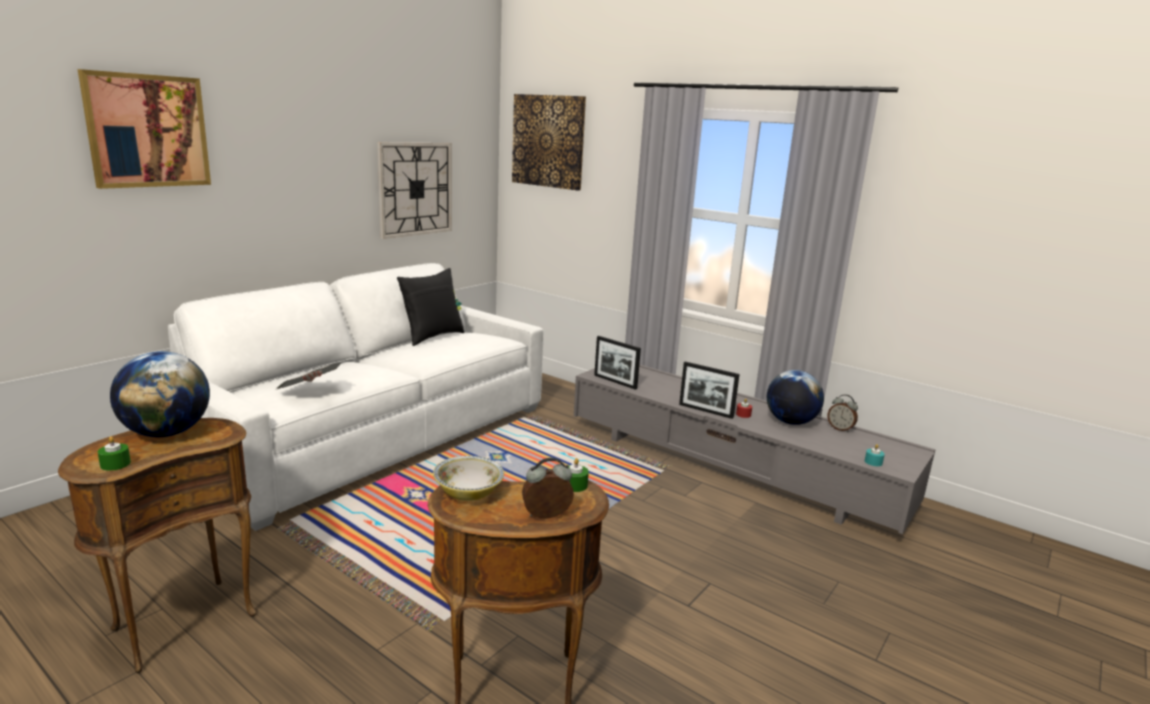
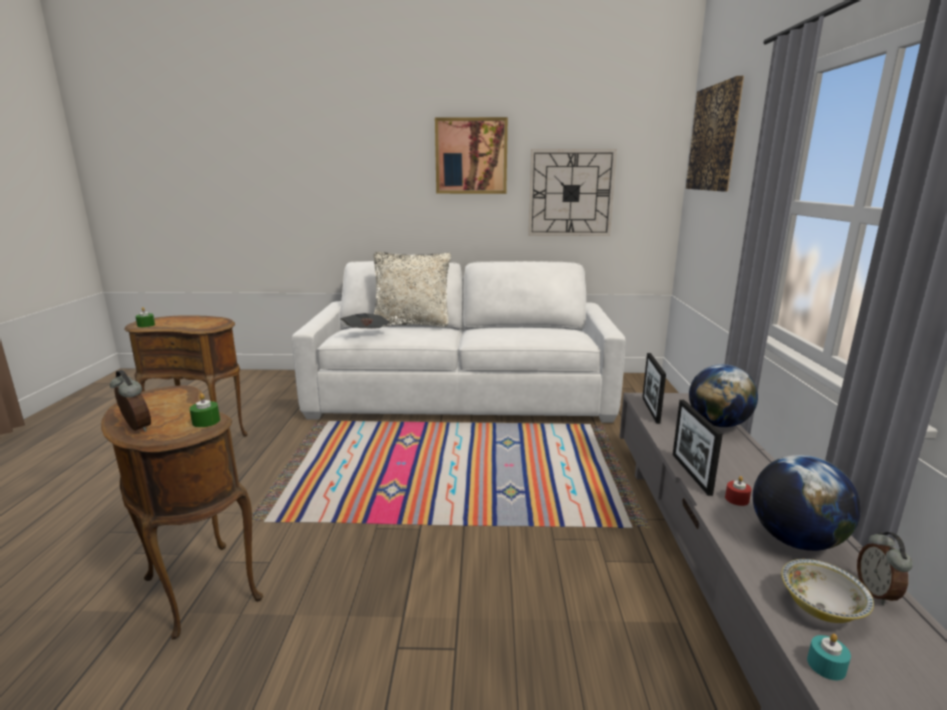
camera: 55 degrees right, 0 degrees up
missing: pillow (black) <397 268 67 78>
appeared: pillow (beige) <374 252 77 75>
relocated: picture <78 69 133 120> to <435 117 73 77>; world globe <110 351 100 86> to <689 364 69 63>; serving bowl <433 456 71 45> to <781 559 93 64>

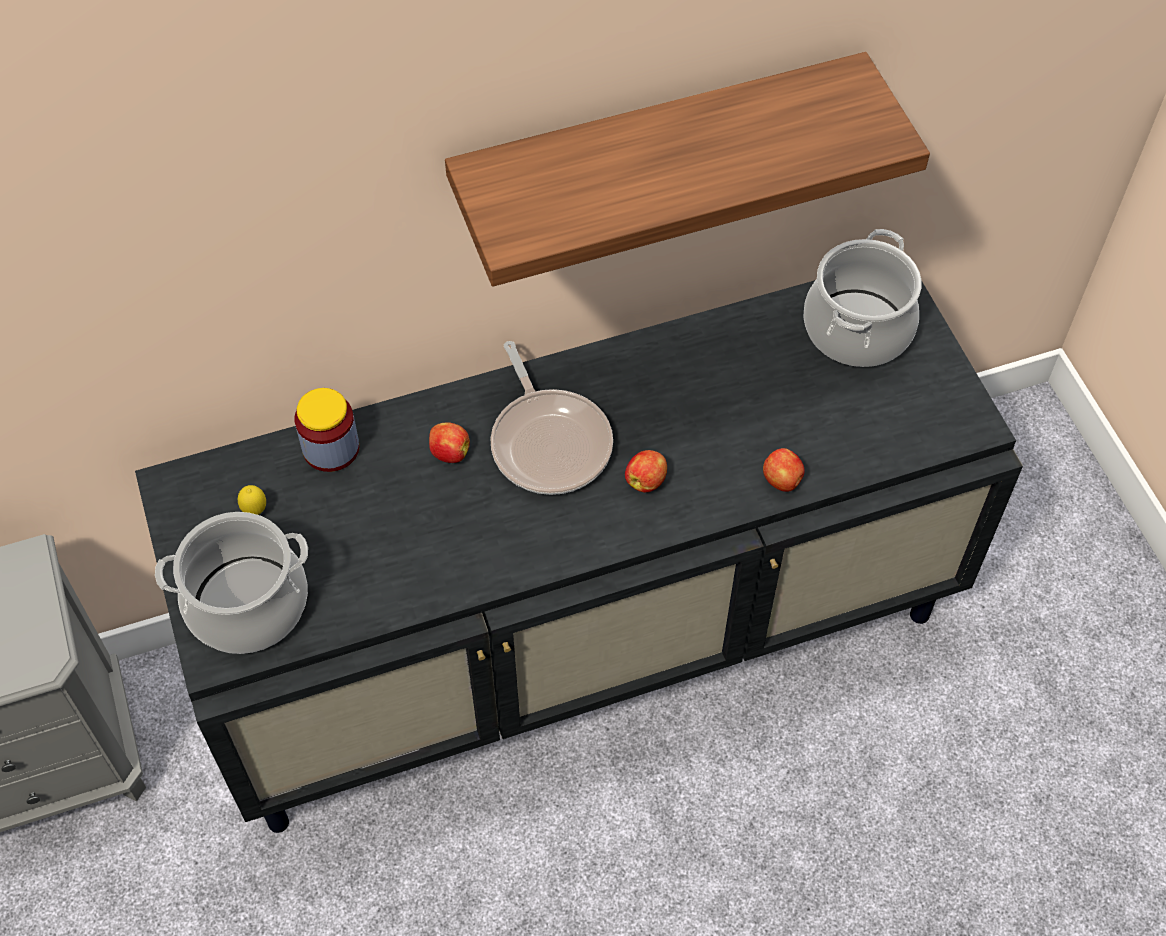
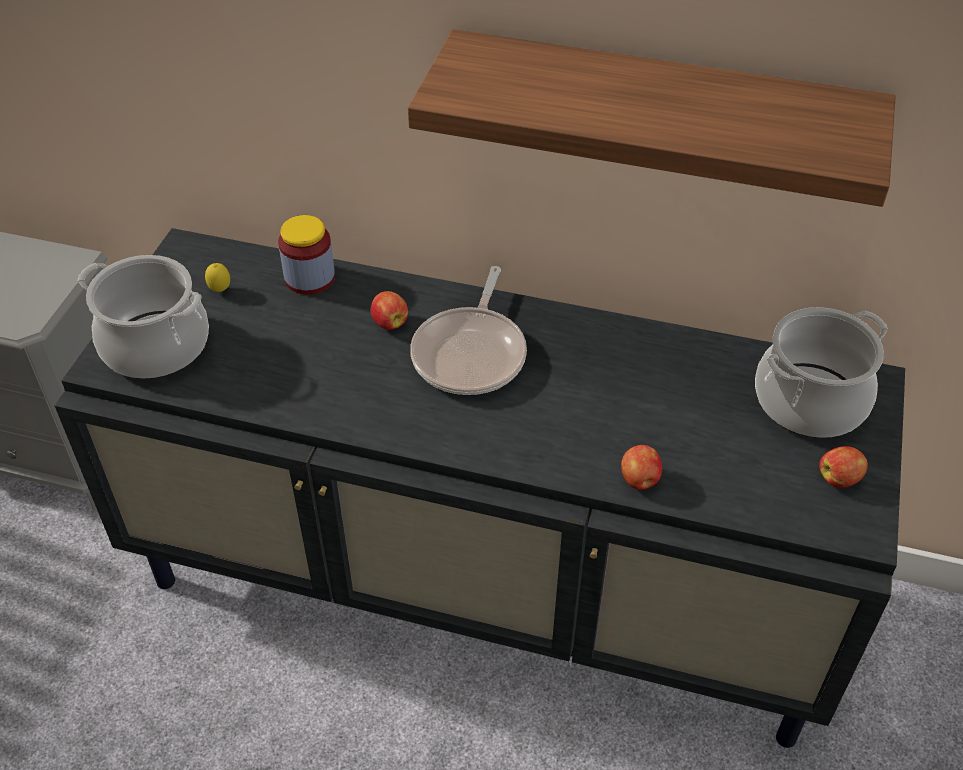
camera: 35 degrees right, 10 degrees down
relocated: whole apple <625 450 42 43> to <819 446 49 42>

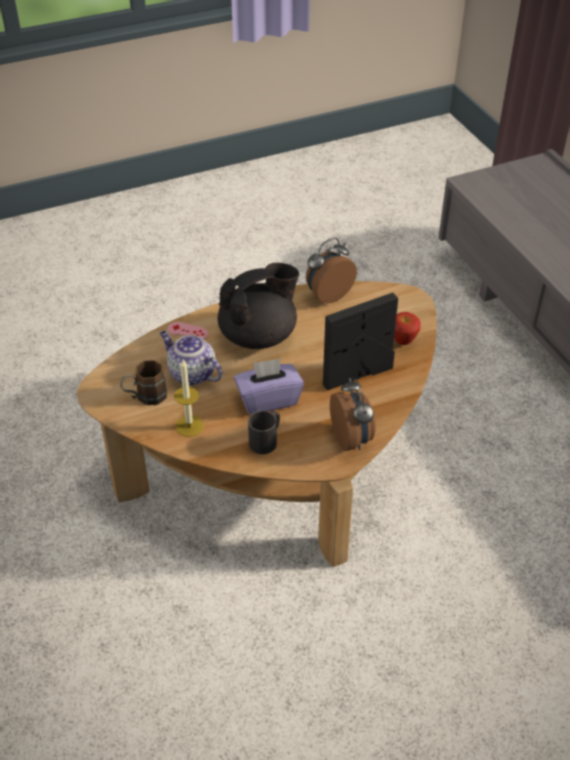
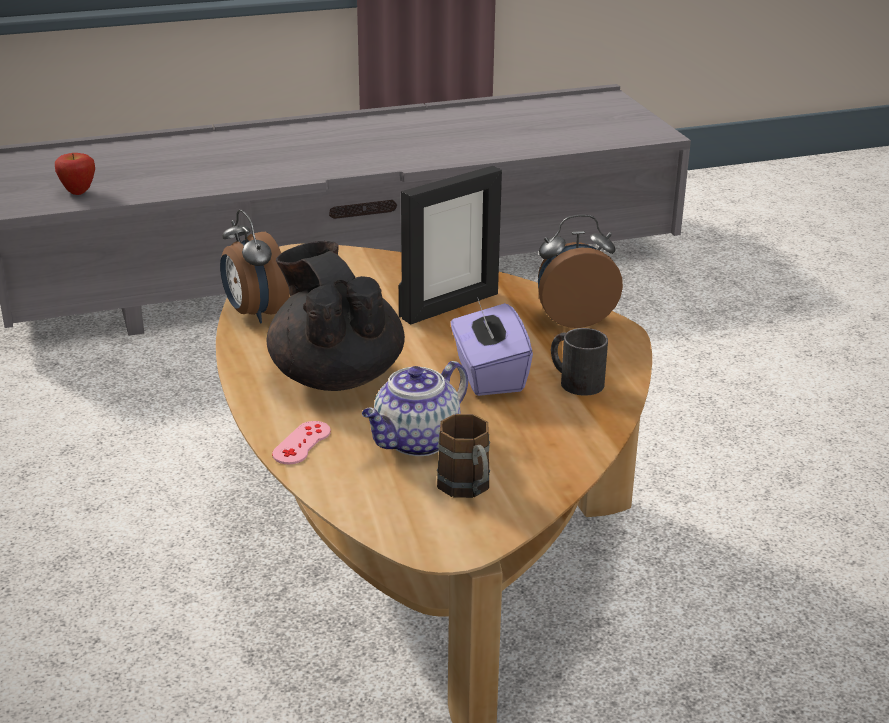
camera: 85 degrees left, 15 degrees down
missing: wax light <174 360 30 77>
relocated: whole apple <394 312 27 33> to <55 153 40 42>
spun: picture frame <323 293 75 98> = <399 166 103 159> 105 degrees counterclockwise

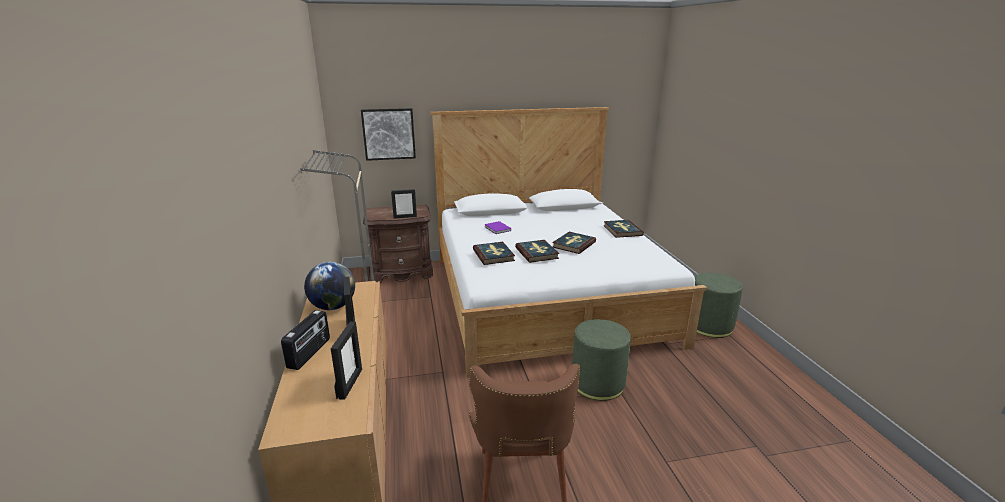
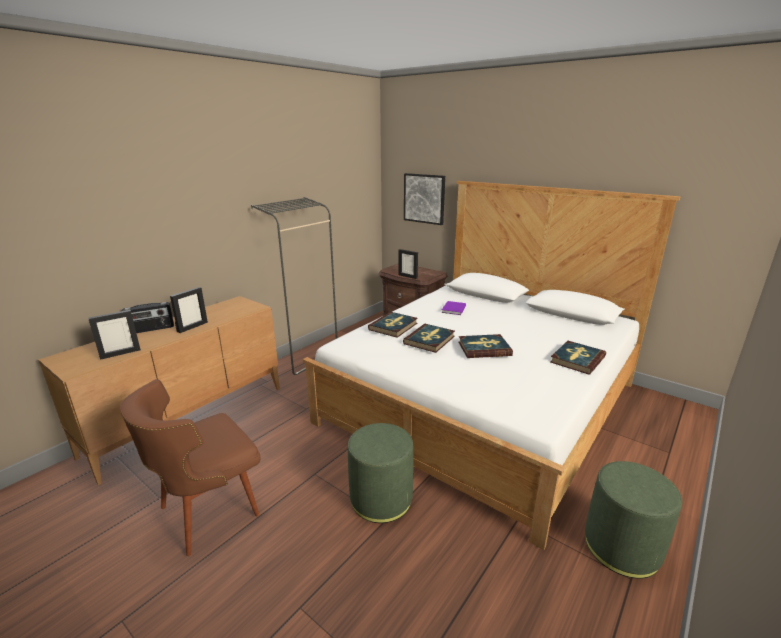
camera: 50 degrees right, 0 degrees up
missing: world globe <304 262 51 48>

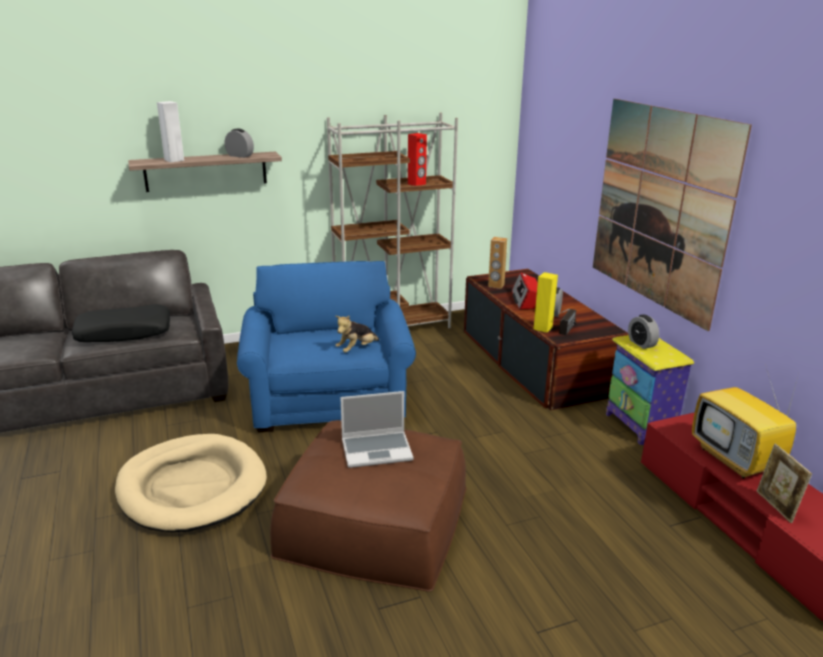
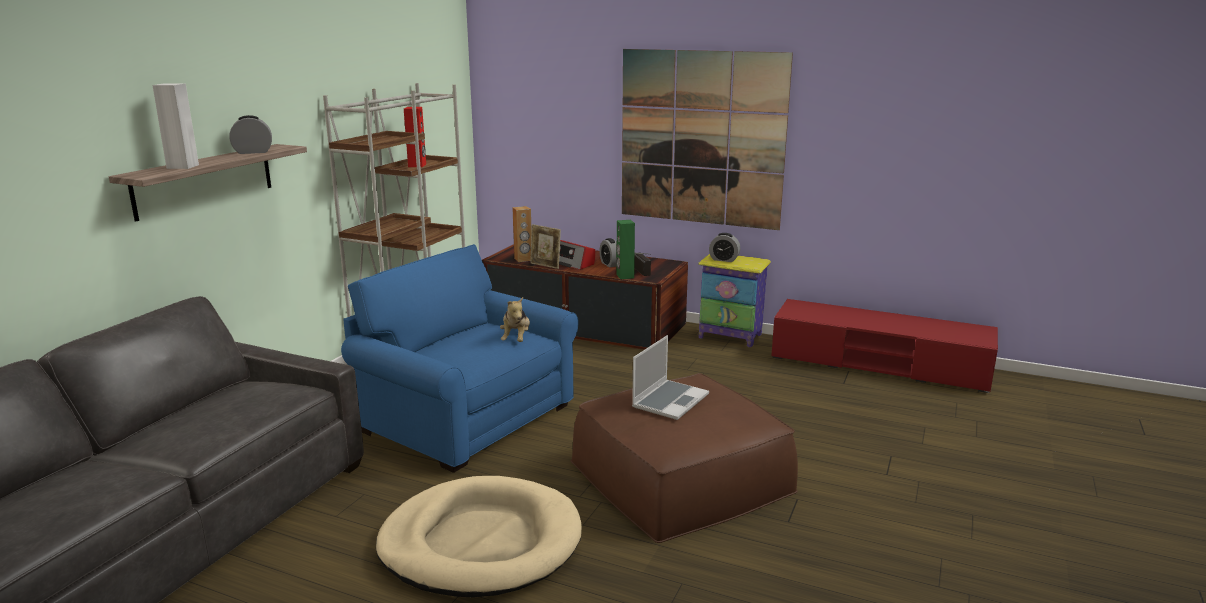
camera: 45 degrees left, 5 degrees down
missing: pillow (black) <72 304 98 38>; TV set <692 364 106 114>
relocated: picture frame <757 444 55 79> to <530 224 31 45>
colour: speaker (yellowish) <533 272 25 61> to speaker (green-coloured) <616 220 19 59>

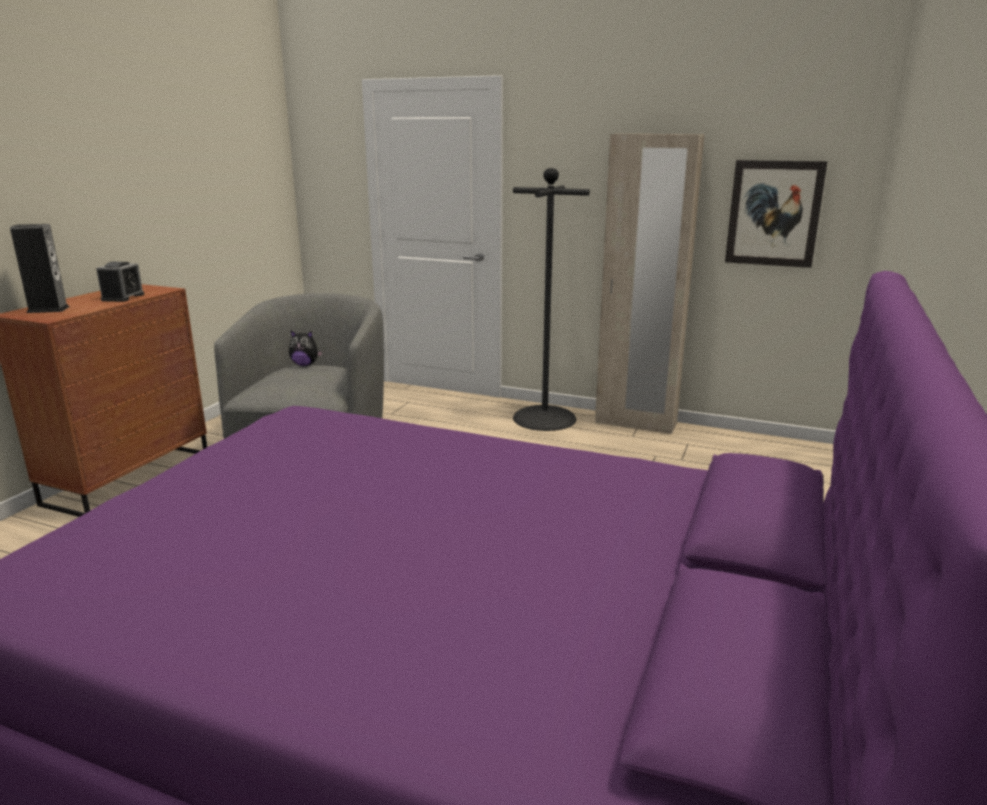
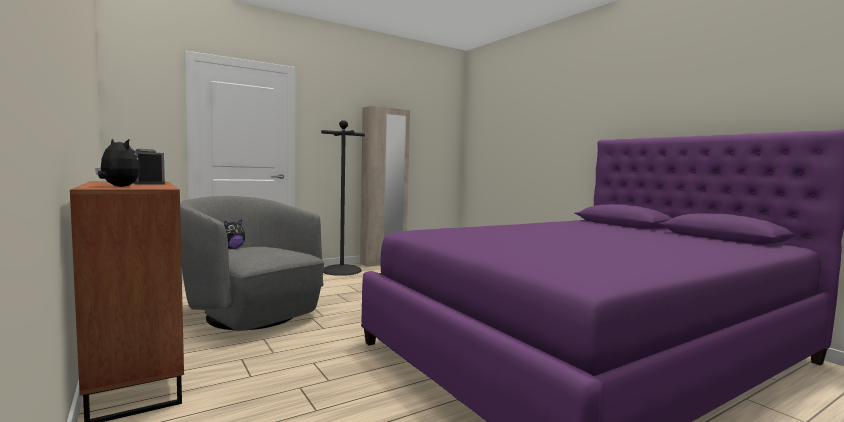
camera: 55 degrees left, 15 degrees down
missing: picture <725 160 102 108>
exchanged: speaker <10 224 60 89> to soft toy <95 138 45 49>

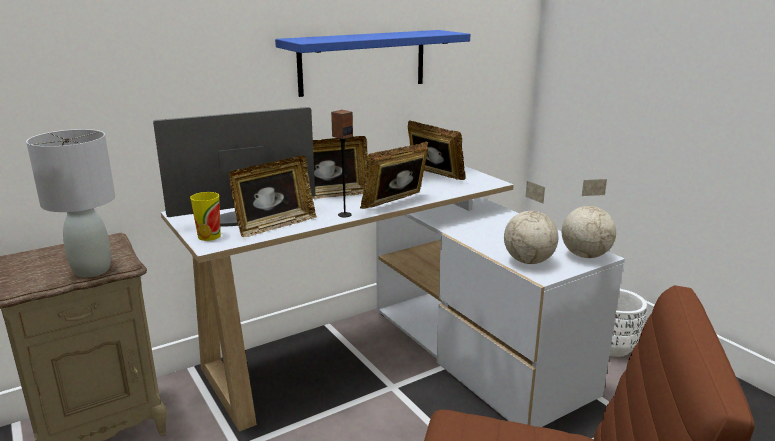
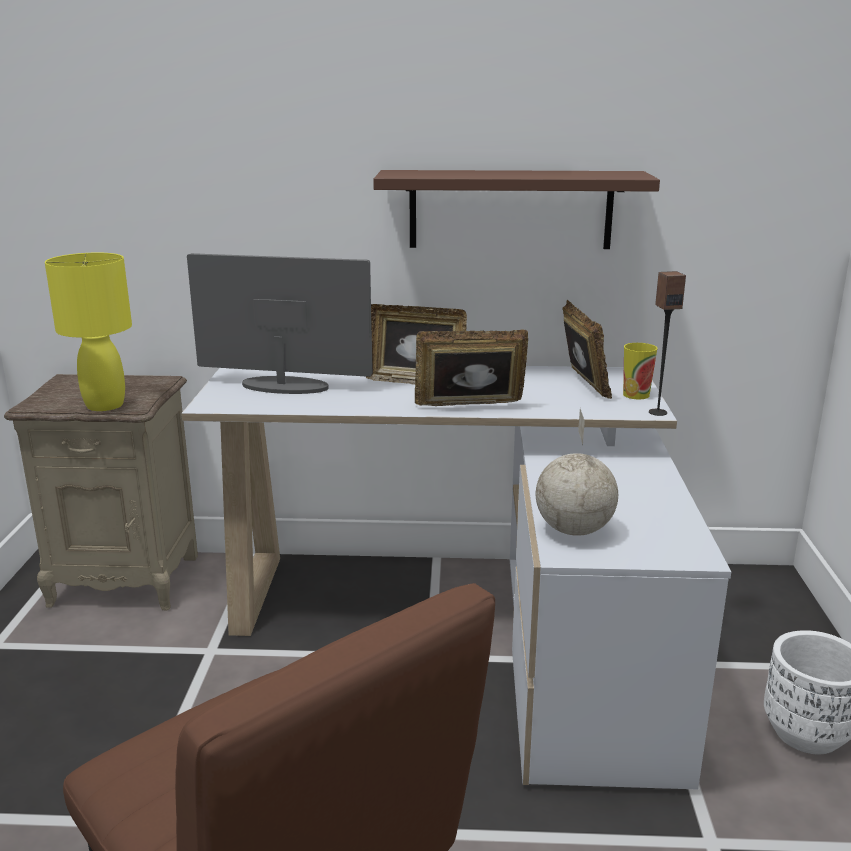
camera: 35 degrees right, 0 degrees up
missing: picture frame <229 155 88 82>; world globe <562 179 54 79>
relocated: cup <190 192 31 49> to <623 343 34 57>; speaker <331 110 22 107> to <649 271 37 145>
colour: table lamp (gray) <26 129 89 149> to table lamp (yellowish) <45 253 87 158>; shelf (blue-coloured) <275 30 195 67> to shelf (brown) <373 170 287 79>

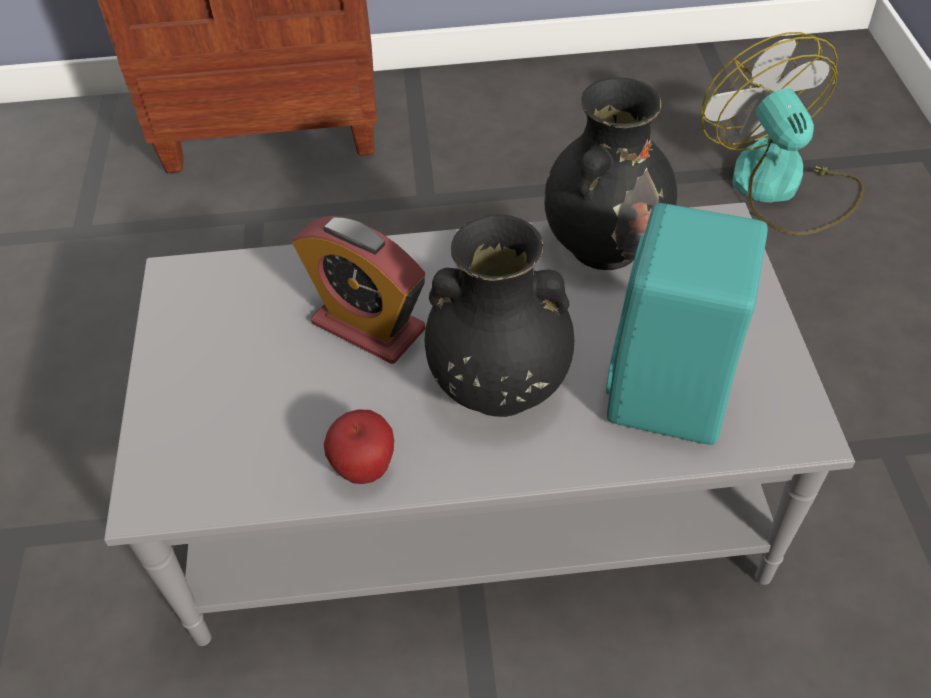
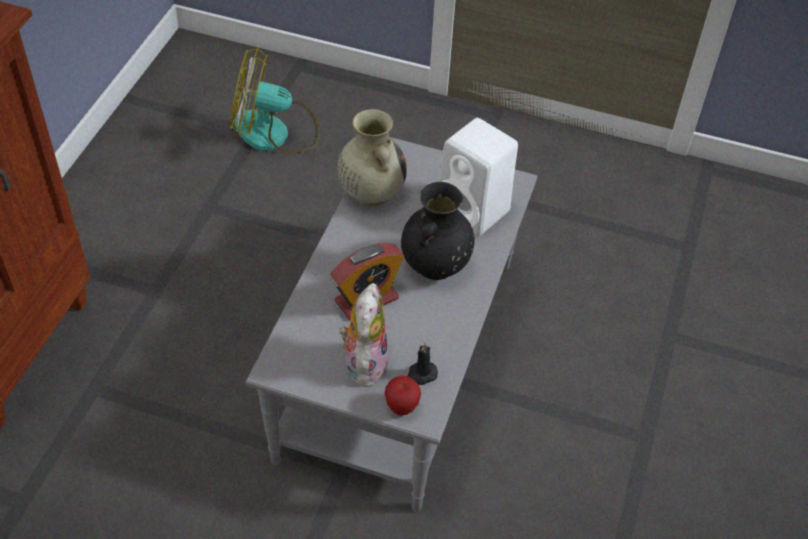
camera: 70 degrees left, 0 degrees up
appeared: soft toy <339 283 50 105>; wax light (black) <407 342 31 43>
relocated: whole apple <324 409 70 75> to <385 376 36 39>
colour: flower vase (black) <544 77 133 193> to flower vase (beige) <337 109 70 97>; speaker (turquoise) <606 203 162 242> to speaker (white) <438 118 80 119>

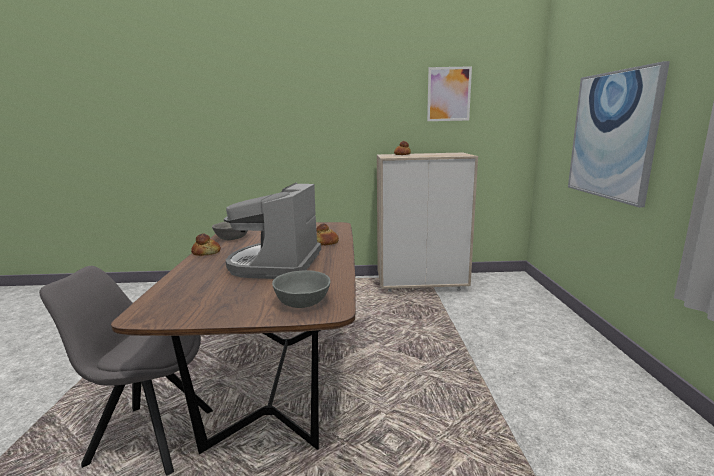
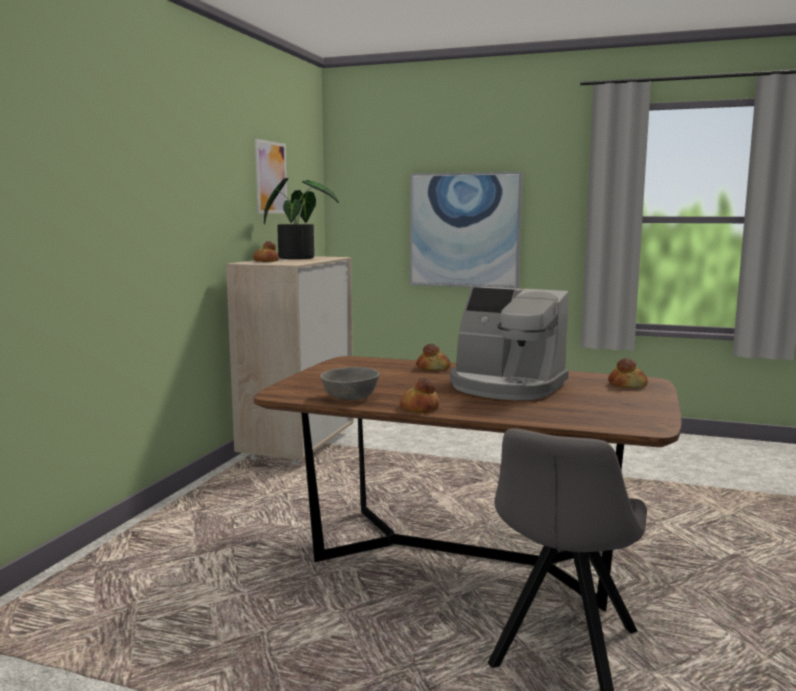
camera: 70 degrees left, 5 degrees down
appeared: potted plant <264 178 75 81>
exchanged: serving bowl (gray) <272 270 59 38> to bakery bread <608 358 40 30>

